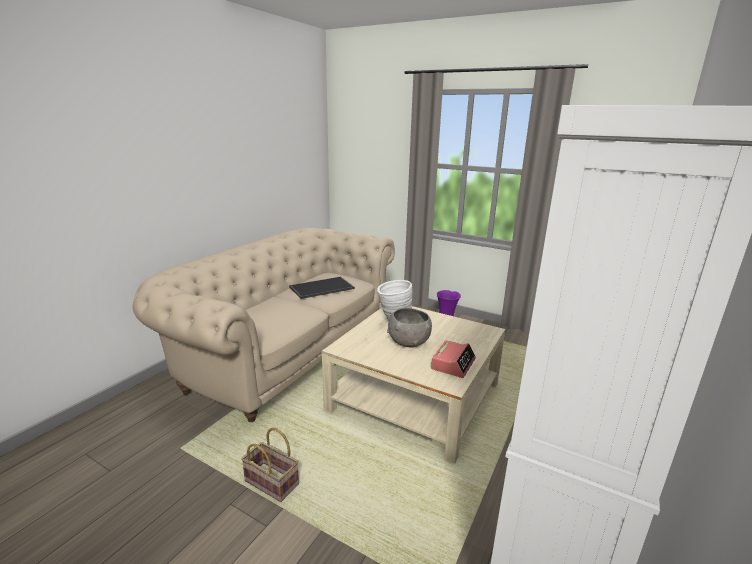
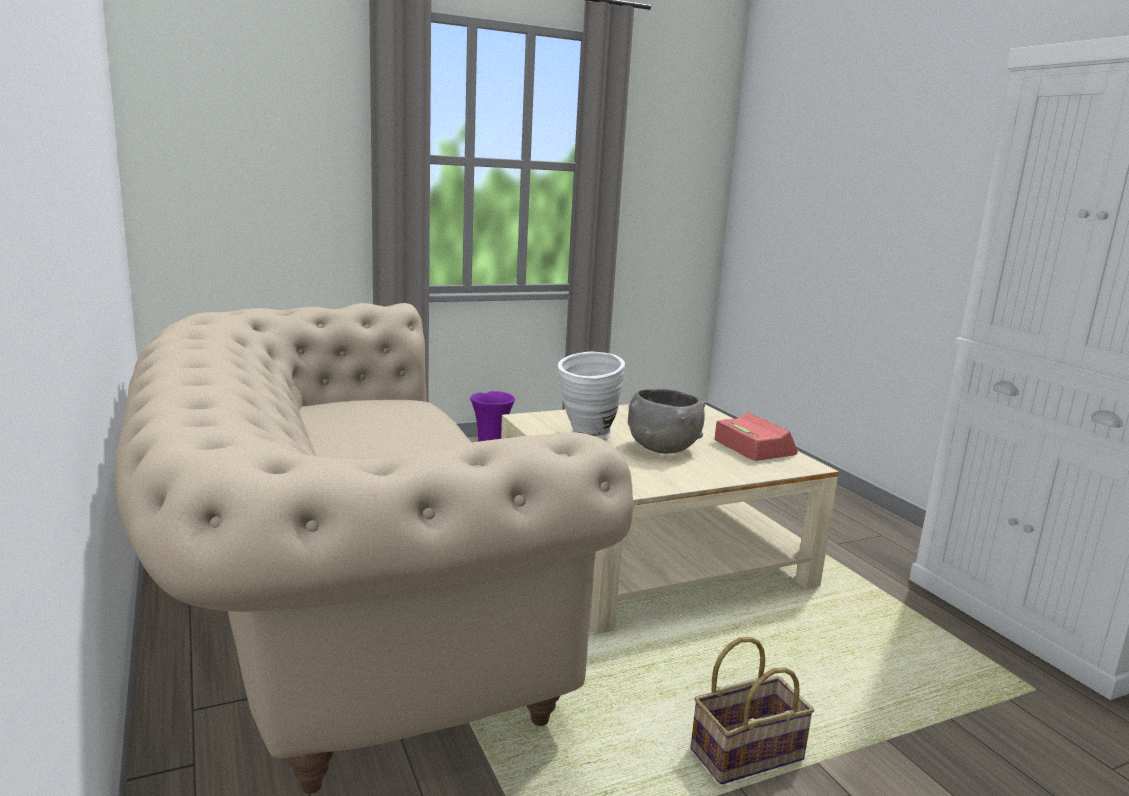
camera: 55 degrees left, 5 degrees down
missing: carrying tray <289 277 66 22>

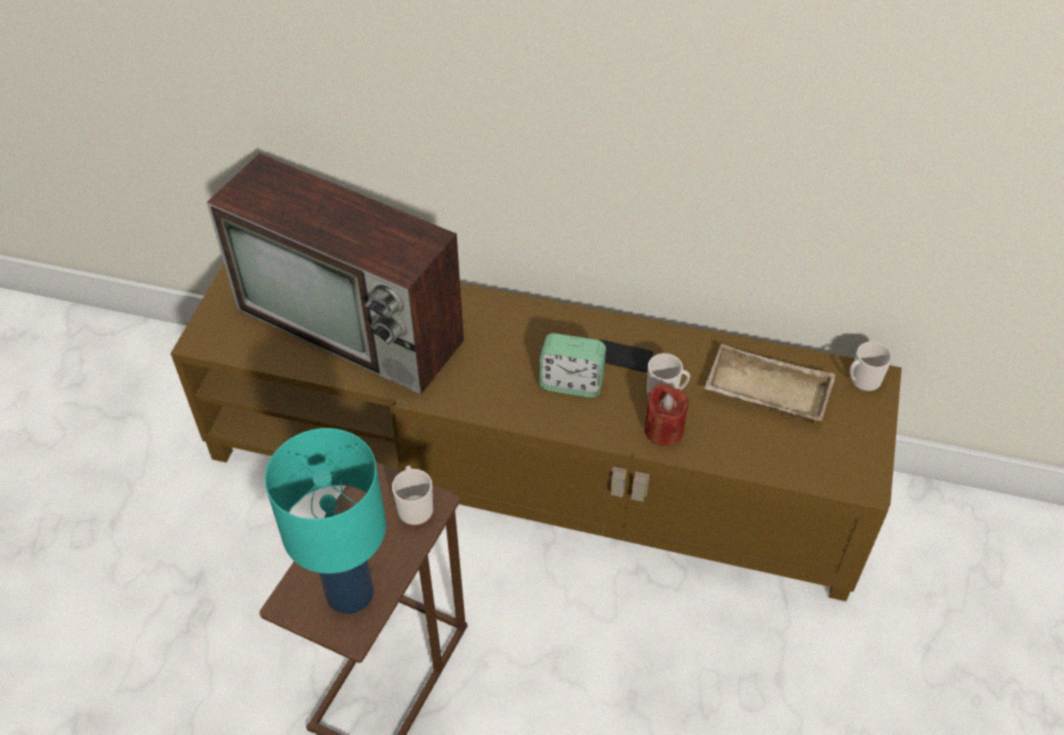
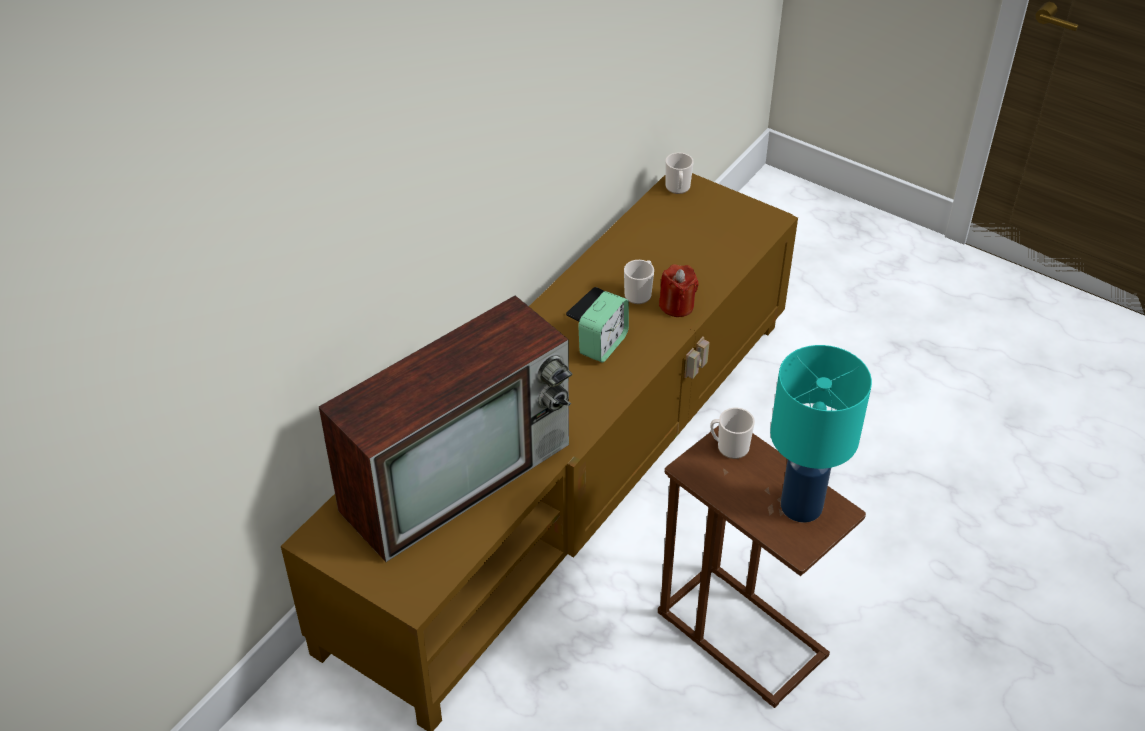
camera: 70 degrees left, 5 degrees down
missing: carrying tray (beige) <704 344 132 79>

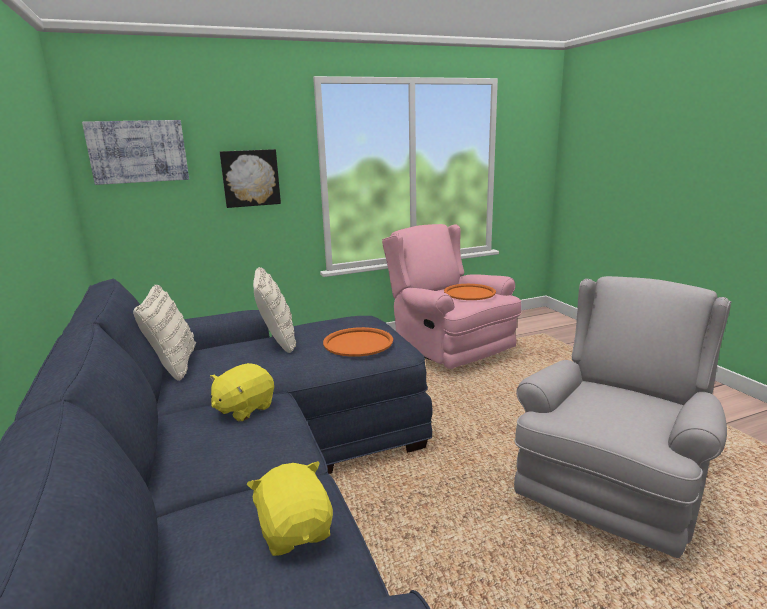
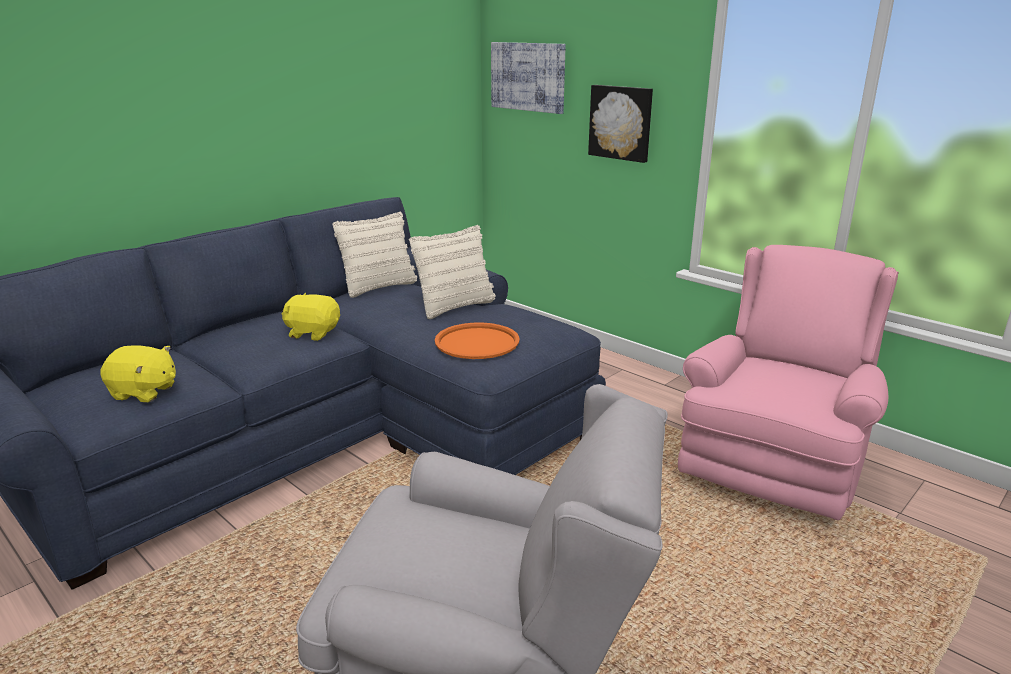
camera: 65 degrees right, 5 degrees up
missing: carrying tray (orange-coloured) <444 284 52 16>
spun: soft toy (yellowish) <247 461 86 95> = <100 345 76 57> 60 degrees clockwise

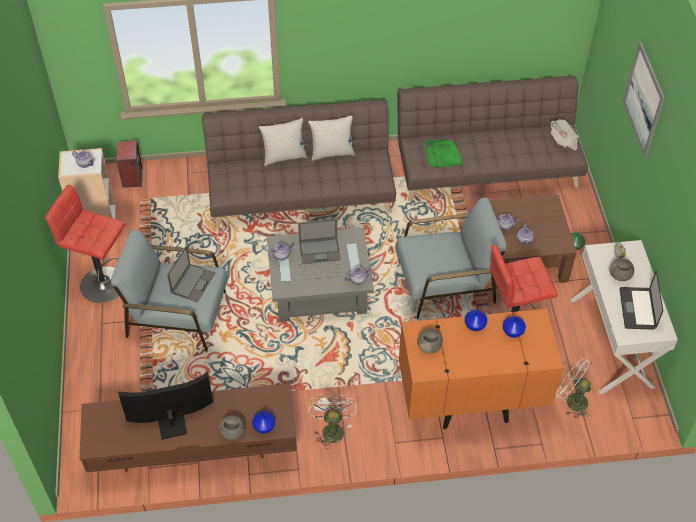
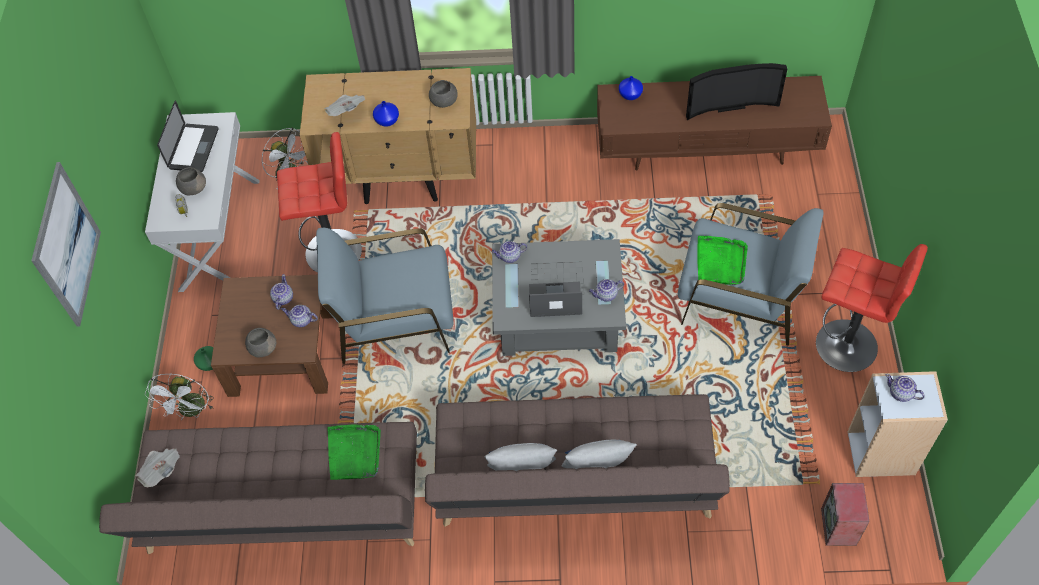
camera: 170 degrees left, 5 degrees up
relocated: electric fan (white) <308 393 50 56> to <145 373 69 47>; serving bowl (gray) <219 415 26 25> to <245 328 31 29>
exchanged: flower vase (blue-coloured) <503 316 23 22> to printed paper <325 95 40 21>; portable computer <167 245 48 57> to carrying tray (green-coloured) <697 236 51 49>
colour: dresser (orange-coloured) <399 309 164 120> to dresser (beige) <299 68 177 136>

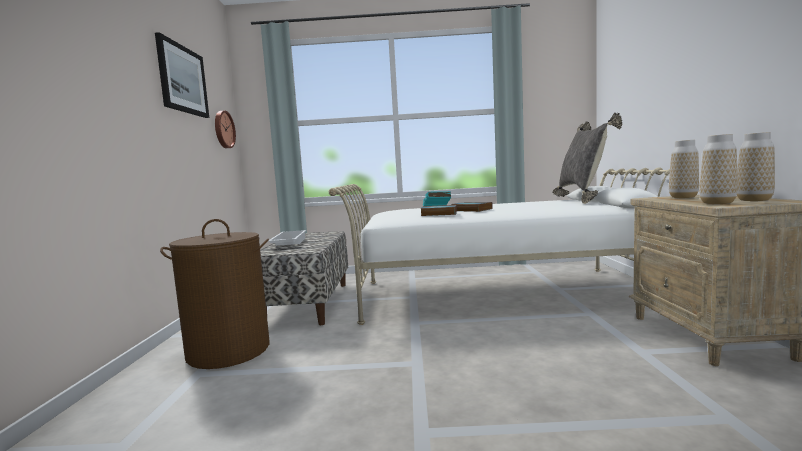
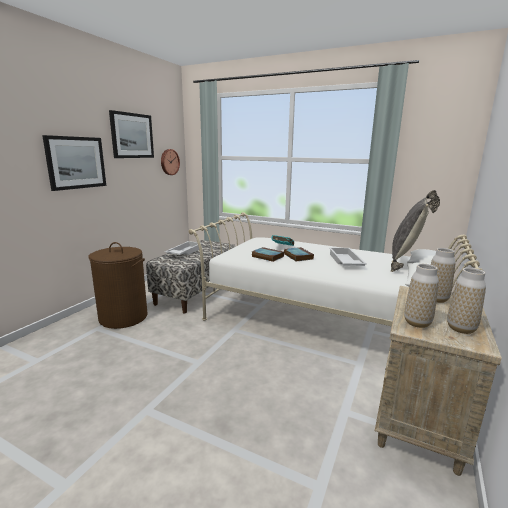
camera: 25 degrees right, 10 degrees up
appeared: picture <42 135 64 56>; carrying tray (white) <329 248 38 18>

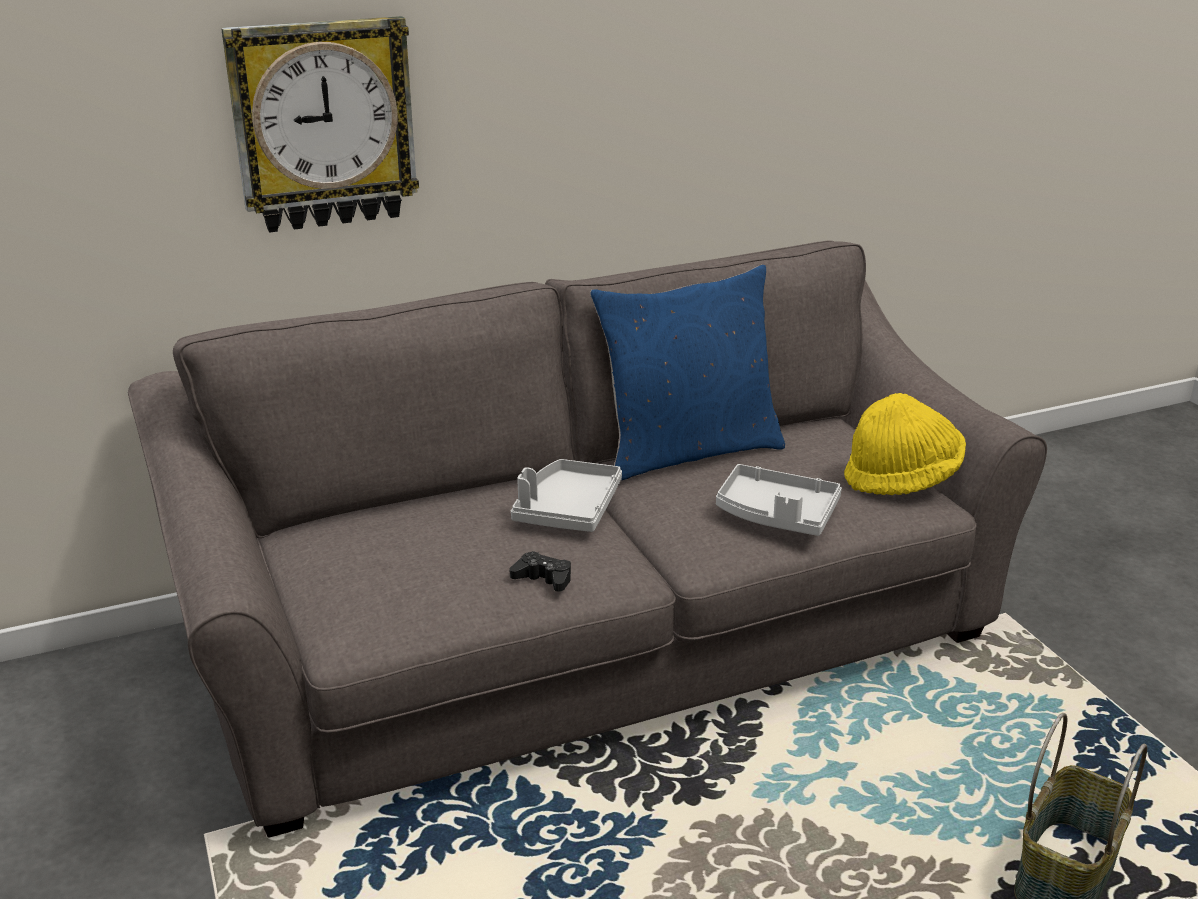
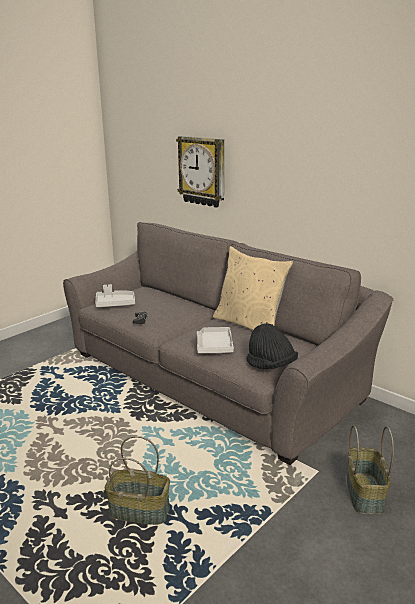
camera: 65 degrees right, 5 degrees down
appeared: basket <347 425 47 90>
relocated: carrying tray (gray) <511 459 111 73> to <95 284 40 23>
colour: pillow (blue-coloured) <590 265 195 215> to pillow (beige) <213 246 80 84>; hat (yellowish) <844 393 122 102> to hat (black) <246 323 52 46>

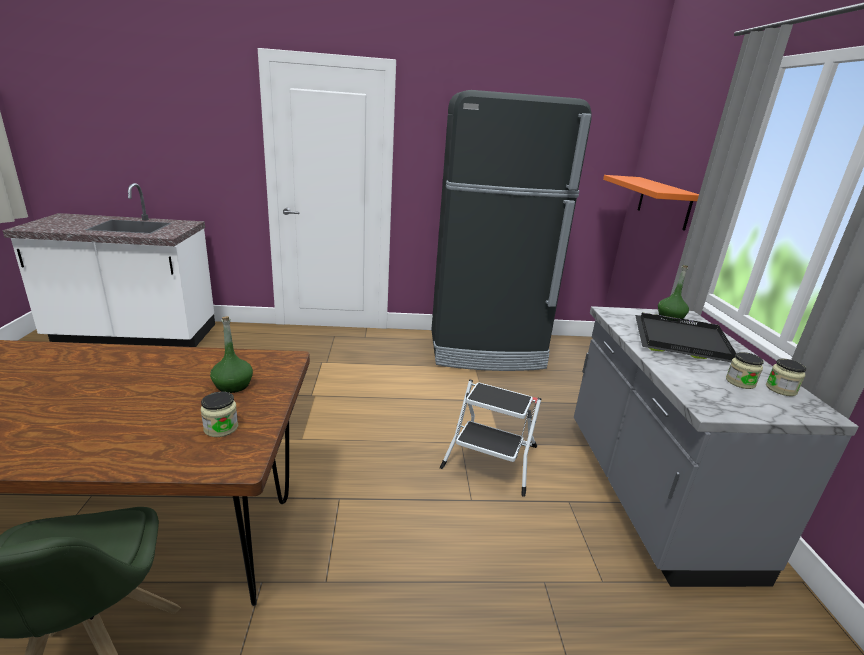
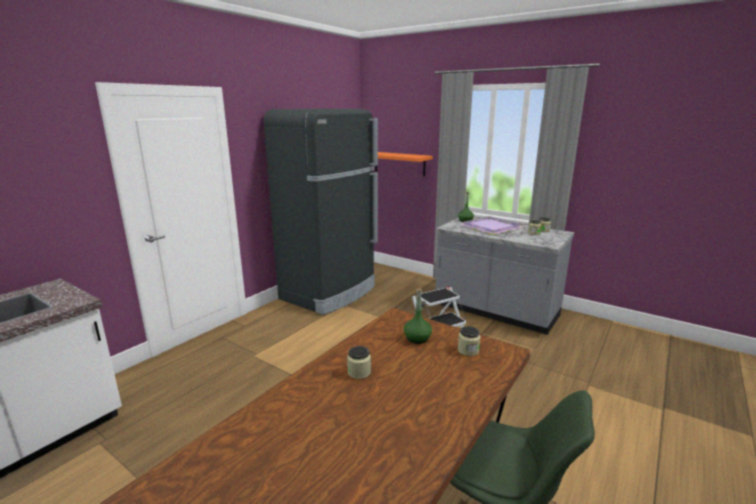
camera: 50 degrees left, 5 degrees down
appeared: jar <347 346 24 33>
colour: carrying tray (black) <635 312 101 50> to carrying tray (purple-coloured) <461 216 61 19>

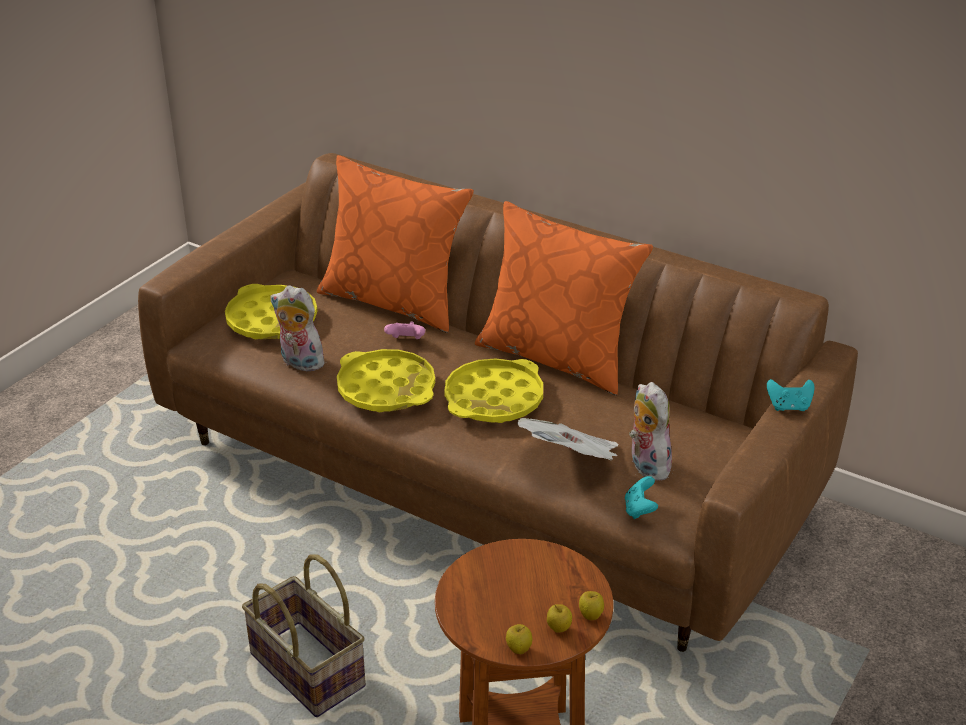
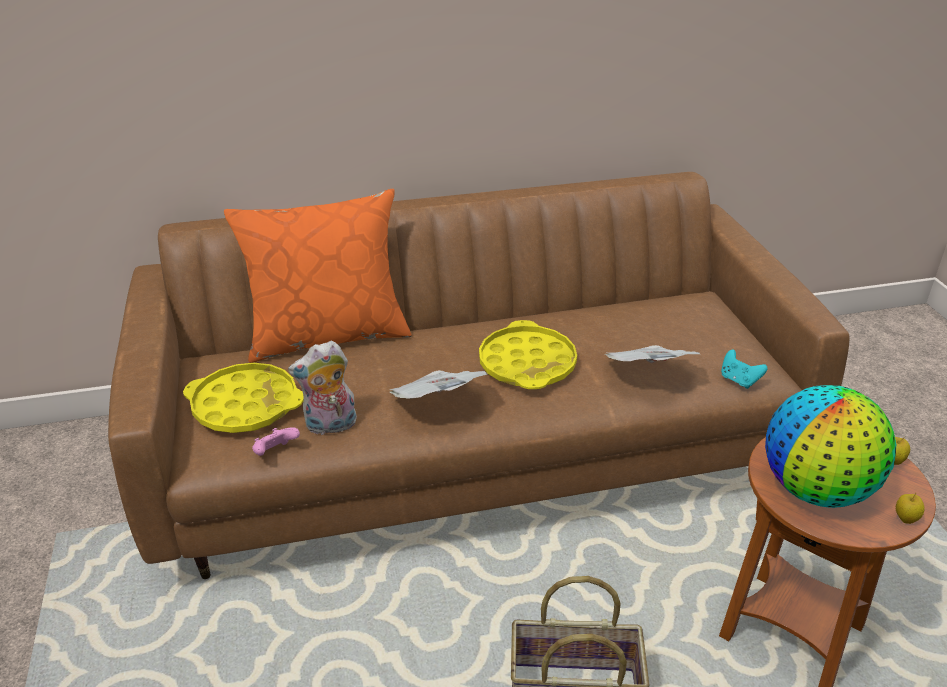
camera: 45 degrees left, 0 degrees up
missing: pillow (orange-coloured) <475 201 178 194>; whole apple <547 604 25 29>; soft toy <629 382 43 98>; joypad (turquoise) <767 379 47 32>
appeared: world globe <765 385 131 123>
relocated: joypad (pink-coloured) <384 321 41 18> to <252 427 48 29>
exchanged: carrying tray (yellowish) <337 349 98 63> to printed paper <390 370 97 28>

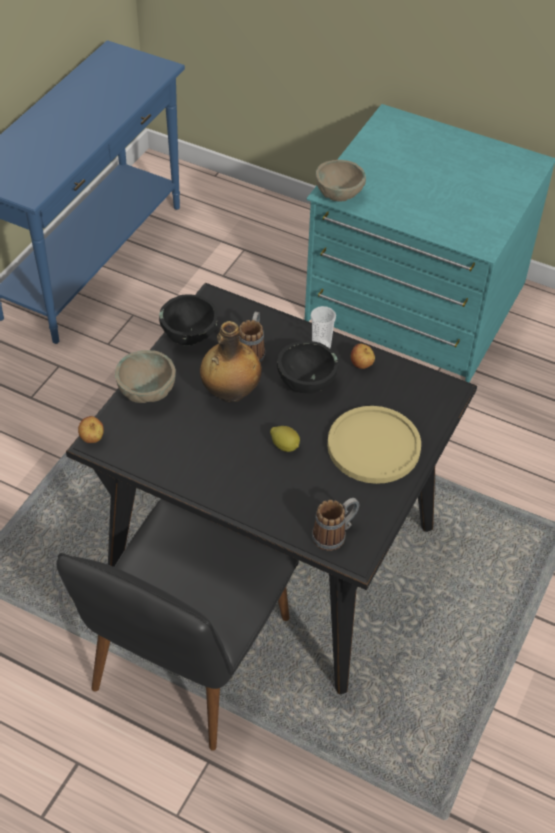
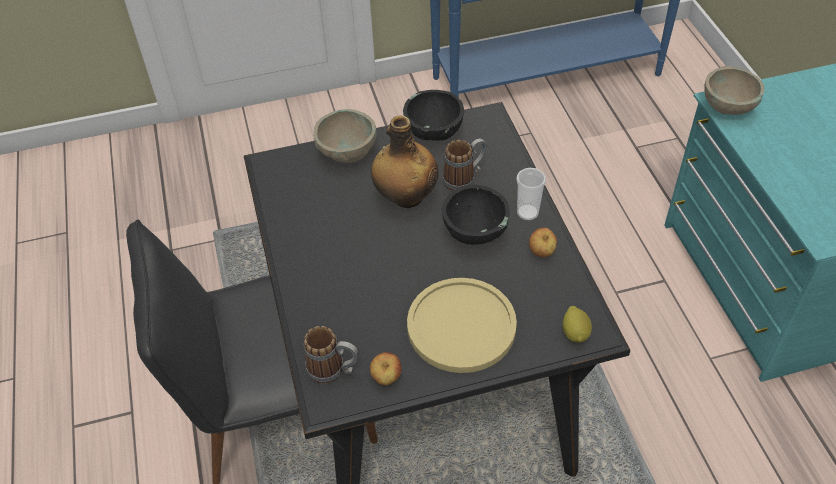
camera: 50 degrees right, 0 degrees up
relocated: whole apple <78 416 26 27> to <370 352 32 33>; citrus fruit <270 426 30 26> to <562 306 30 37>

